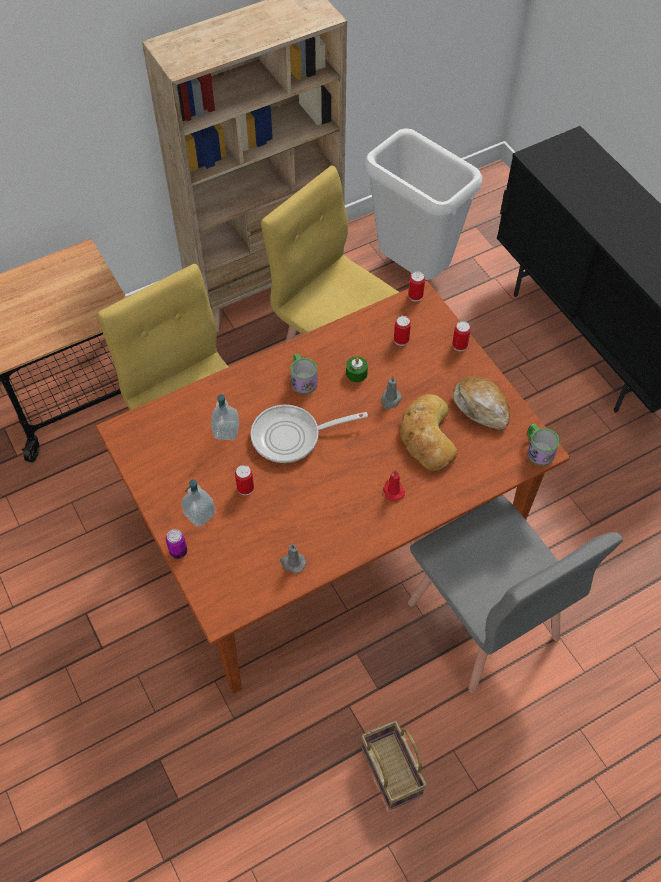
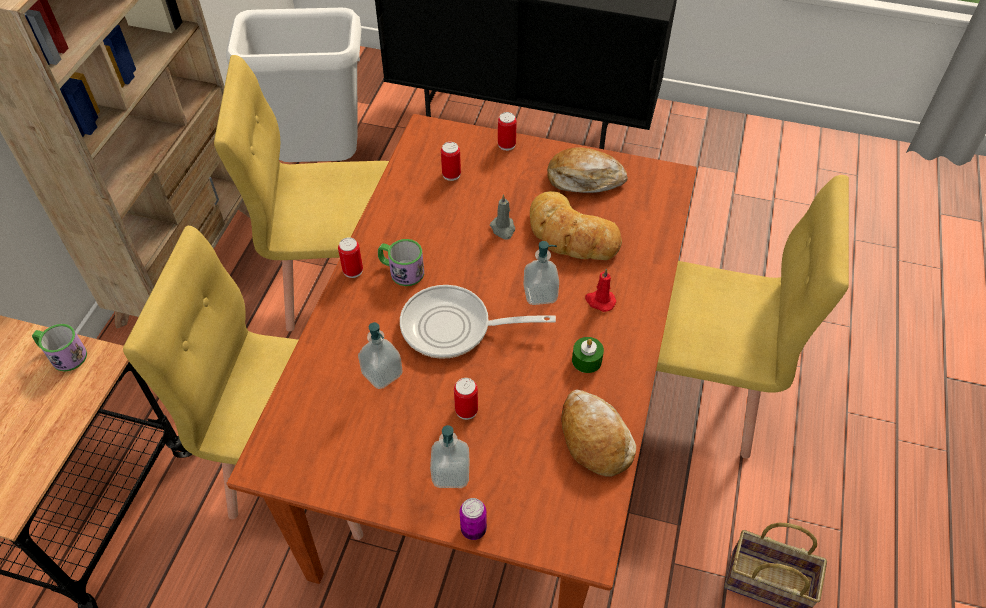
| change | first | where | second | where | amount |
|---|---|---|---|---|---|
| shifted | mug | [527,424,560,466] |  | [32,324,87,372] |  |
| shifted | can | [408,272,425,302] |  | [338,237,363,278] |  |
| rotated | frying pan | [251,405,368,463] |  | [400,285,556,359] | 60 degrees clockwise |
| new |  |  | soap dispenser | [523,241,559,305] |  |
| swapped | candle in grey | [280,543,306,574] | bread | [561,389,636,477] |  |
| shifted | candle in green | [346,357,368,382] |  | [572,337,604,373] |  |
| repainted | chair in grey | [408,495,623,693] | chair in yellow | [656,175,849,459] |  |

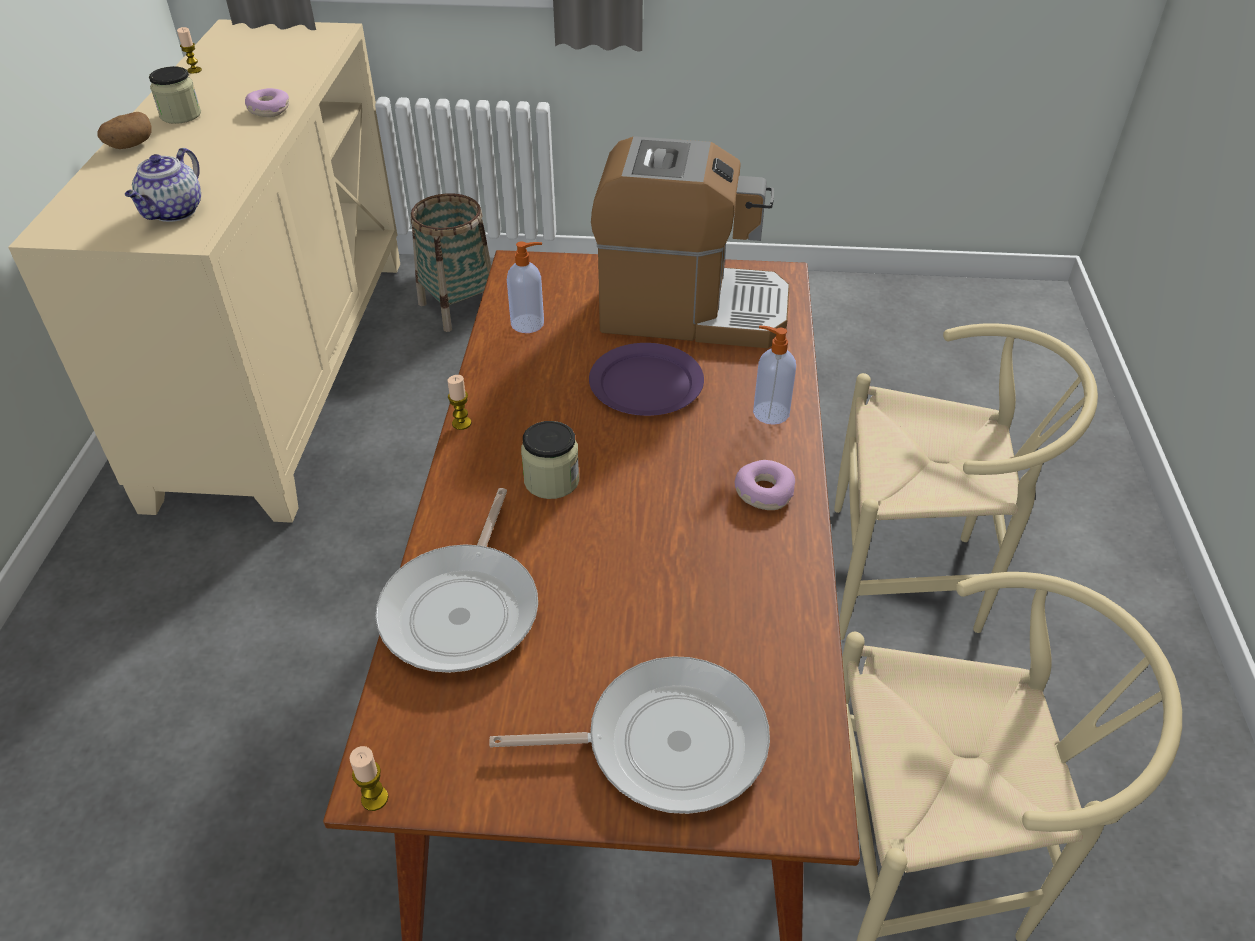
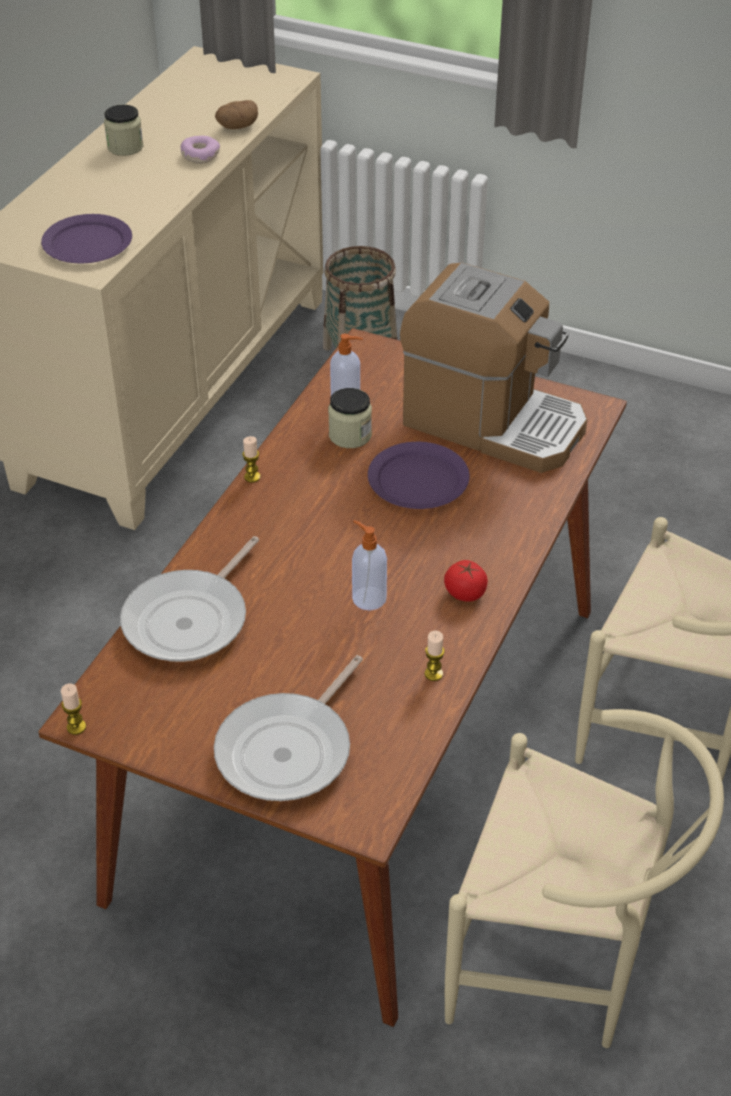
| change | first | where | second | where | amount |
|---|---|---|---|---|---|
| swapped | teapot | [125,148,201,222] | plate in purple | [41,214,132,263] |  |
| rotated | frying pan | [490,656,770,814] |  | [214,655,363,801] | 105 degrees clockwise |
| shifted | potato | [97,112,152,149] |  | [215,100,258,129] |  |
| shifted | jar | [521,421,579,499] |  | [328,388,372,448] |  |
| shifted | soap dispenser | [753,326,796,425] |  | [352,520,387,611] |  |
| shifted | candle | [177,27,202,74] |  | [425,630,445,681] |  |
| swapped | donut | [735,460,795,510] | tomato | [444,560,488,602] |  |

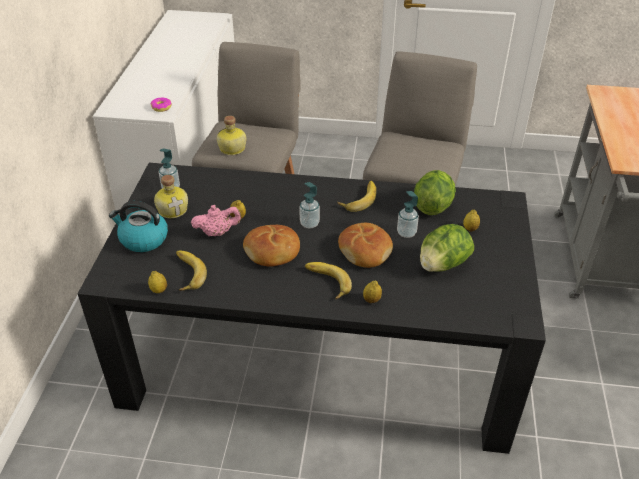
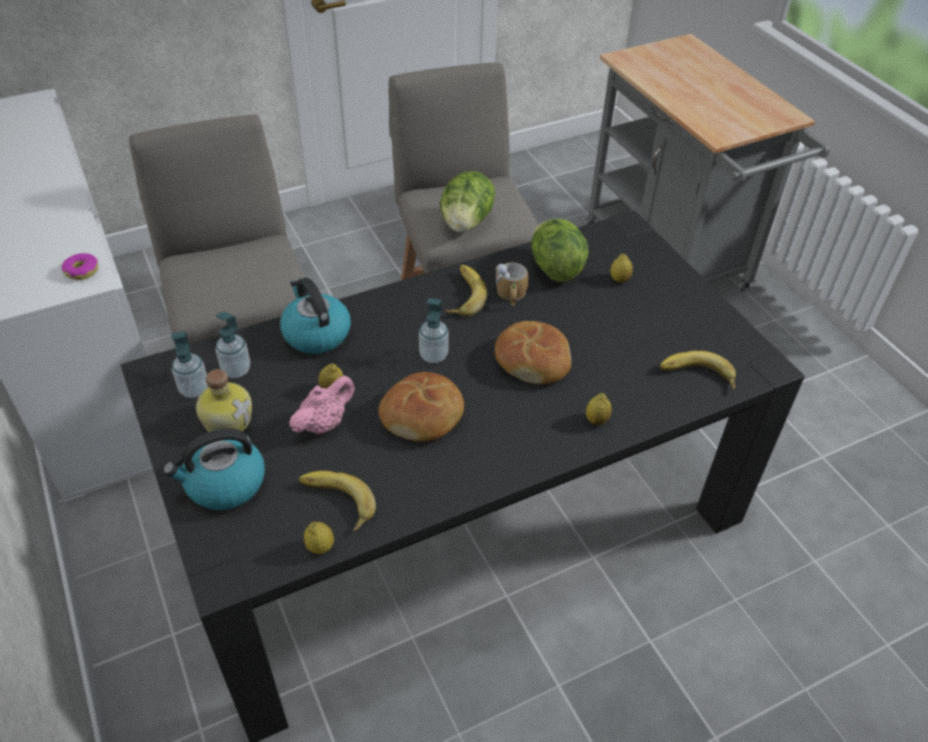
| change | first | where | second | where | amount |
|---|---|---|---|---|---|
| shifted | soap dispenser | [397,191,419,238] |  | [215,311,250,378] |  |
| new |  |  | kettle | [280,278,351,354] |  |
| shifted | lettuce | [420,224,474,271] |  | [440,171,495,233] |  |
| new |  |  | mug | [496,262,528,306] |  |
| shifted | banana | [305,262,352,299] |  | [659,351,736,390] |  |
| gone | bottle | [217,116,246,155] |  |  |  |

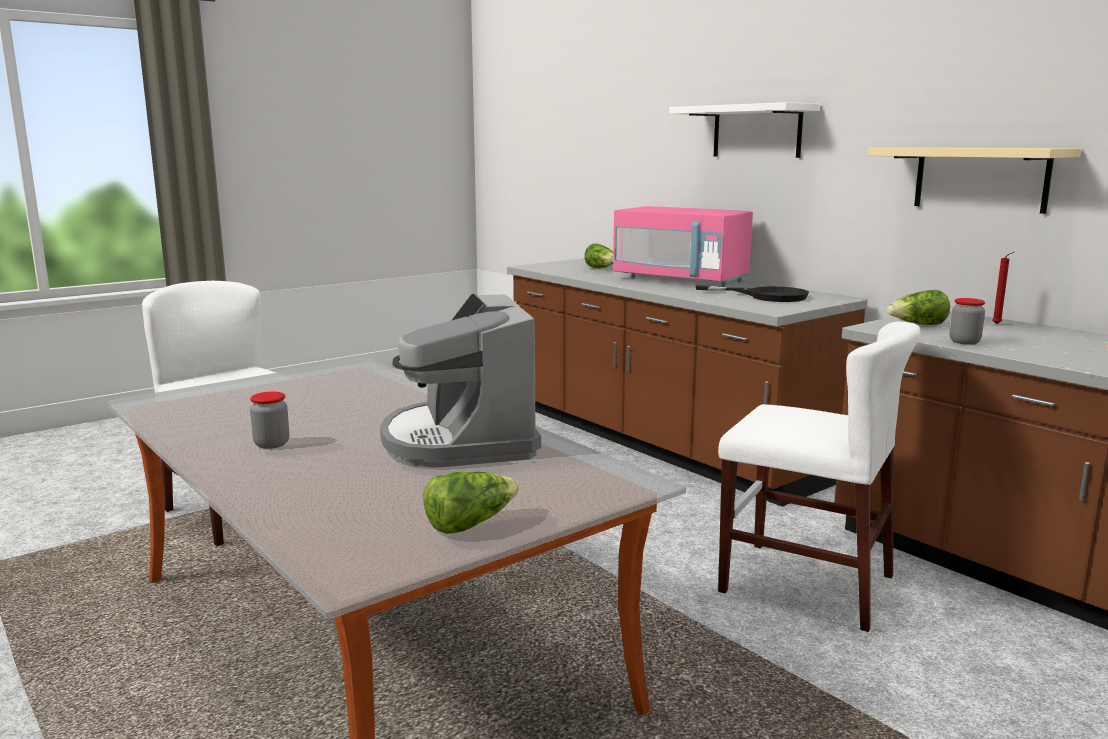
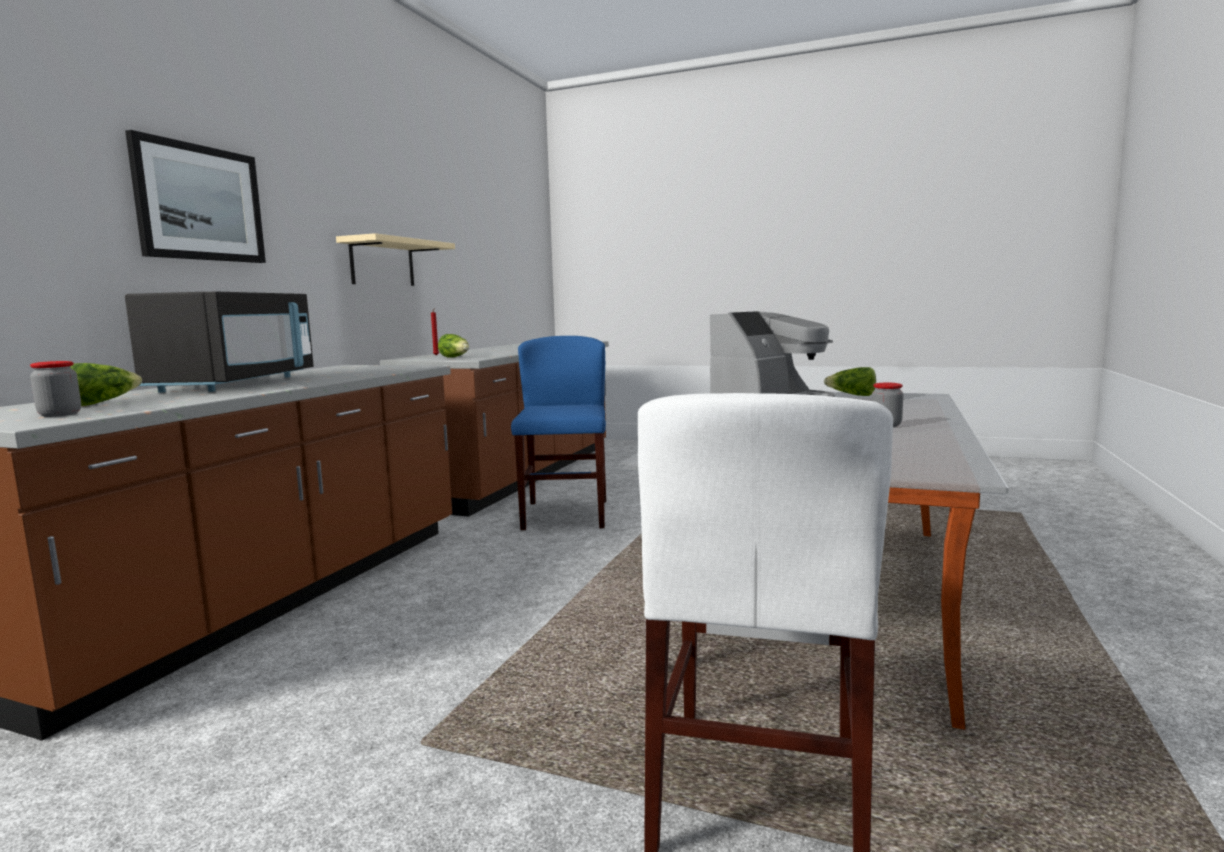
| change | first | where | second | where | amount |
|---|---|---|---|---|---|
| shifted | jar | [950,298,985,345] |  | [30,361,81,417] |  |
| swapped | shelf in white | [669,102,820,158] | picture | [125,130,266,263] |  |
| repainted | microwave in pink | [613,206,753,287] | microwave in black | [125,292,314,393] |  |
| repainted | chair in white | [718,321,921,632] | chair in blue | [511,336,606,530] |  |
| gone | frying pan in black | [695,285,809,302] |  |  |  |

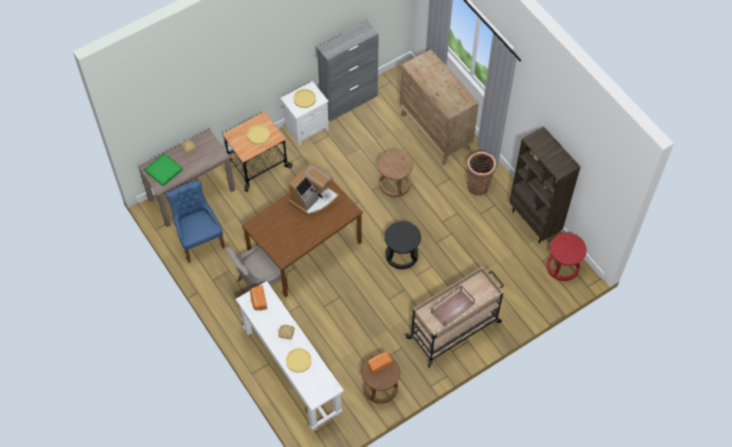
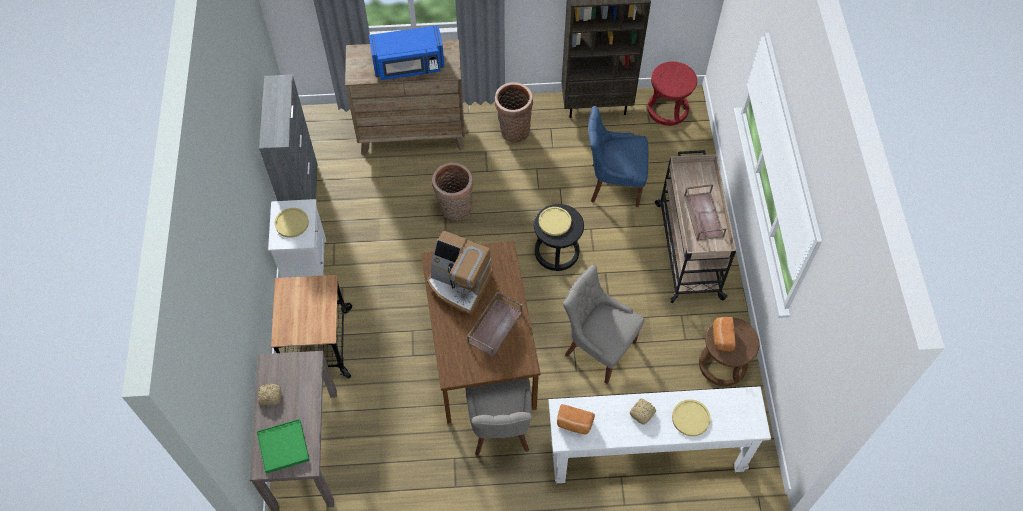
| change | first | where | second | where | amount |
|---|---|---|---|---|---|
| new |  |  | microwave in blue | [369,25,445,80] |  |
| rotated | coffee machine | [289,162,340,216] |  | [427,230,493,315] | 135 degrees clockwise |
| swapped | stool in brown | [378,150,413,197] | basket | [432,162,473,220] |  |
| new |  |  | tray in brown | [467,291,522,357] |  |
| shifted | plate in yellow | [247,125,270,144] |  | [539,207,571,236] |  |
| new |  |  | chair in grey | [563,265,644,384] |  |
| shifted | chair in blue | [166,180,225,263] |  | [588,106,648,207] |  |

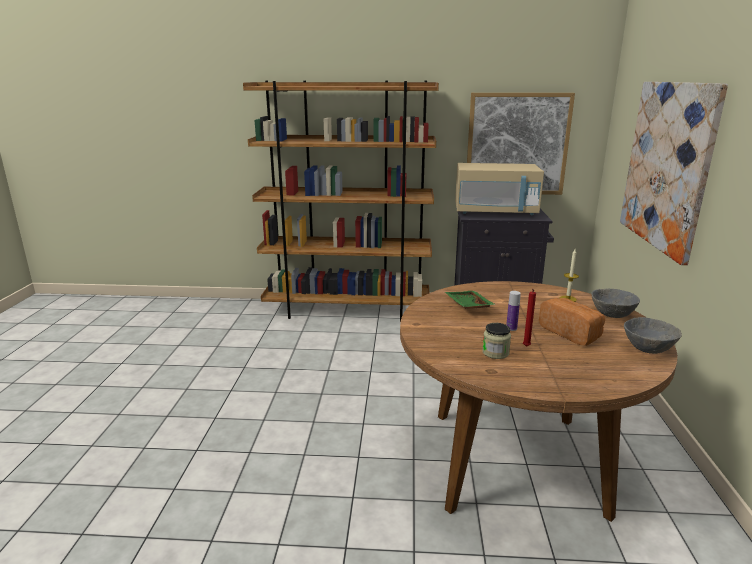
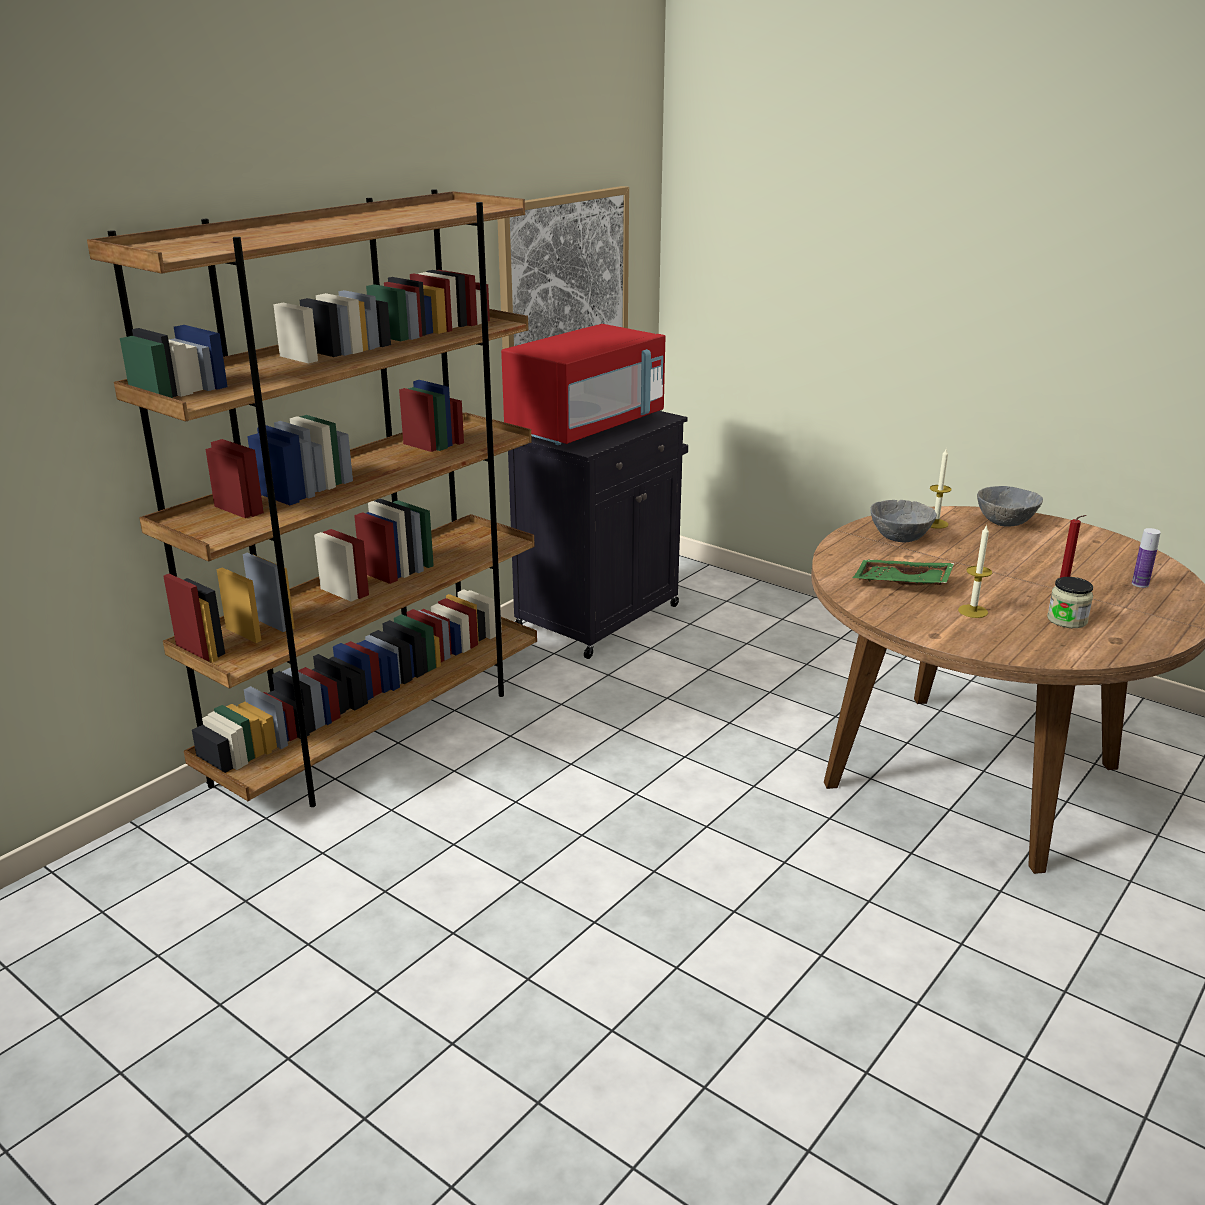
| change | first | where | second | where | amount |
|---|---|---|---|---|---|
| repainted | microwave in beige | [455,163,544,215] | microwave in red | [501,324,666,445] |  |
| shifted | bowl in grey | [624,317,682,354] |  | [870,500,937,543] |  |
| new |  |  | candle | [958,524,992,618] |  |
| shifted | bottle | [506,291,521,331] |  | [1132,528,1161,588] |  |
| gone | bread | [539,298,605,346] |  |  |  |
| gone | picture | [620,82,728,265] |  |  |  |

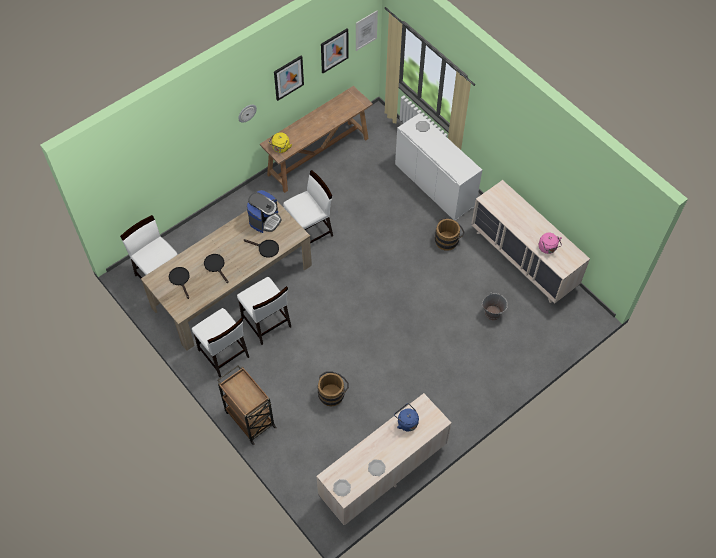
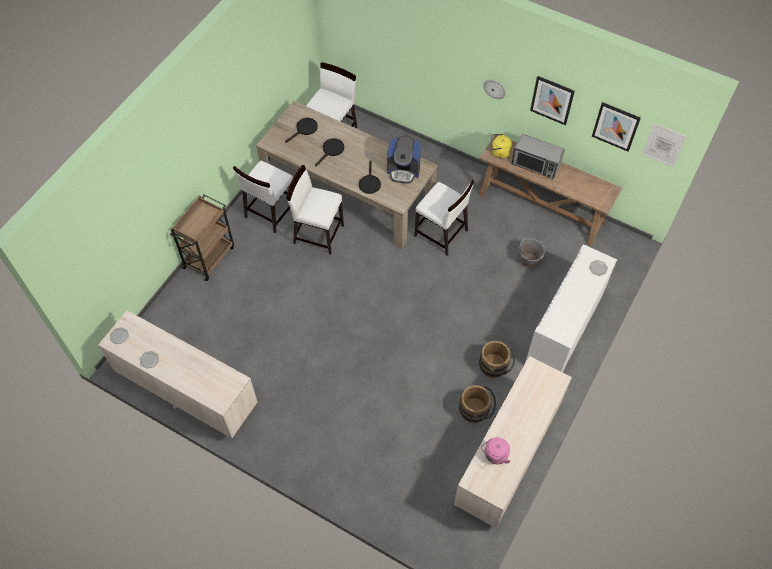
| change | first | where | second | where | amount |
|---|---|---|---|---|---|
| rotated | chair in white | [237,277,291,345] |  | [286,165,344,255] | 75 degrees clockwise |
| shifted | bucket in brown | [317,371,349,406] |  | [459,384,496,423] |  |
| new |  |  | microwave | [512,134,565,179] |  |
| shifted | bucket in grey | [482,292,508,321] |  | [519,238,545,269] |  |
| gone | kettle in blue | [394,403,419,431] |  |  |  |

